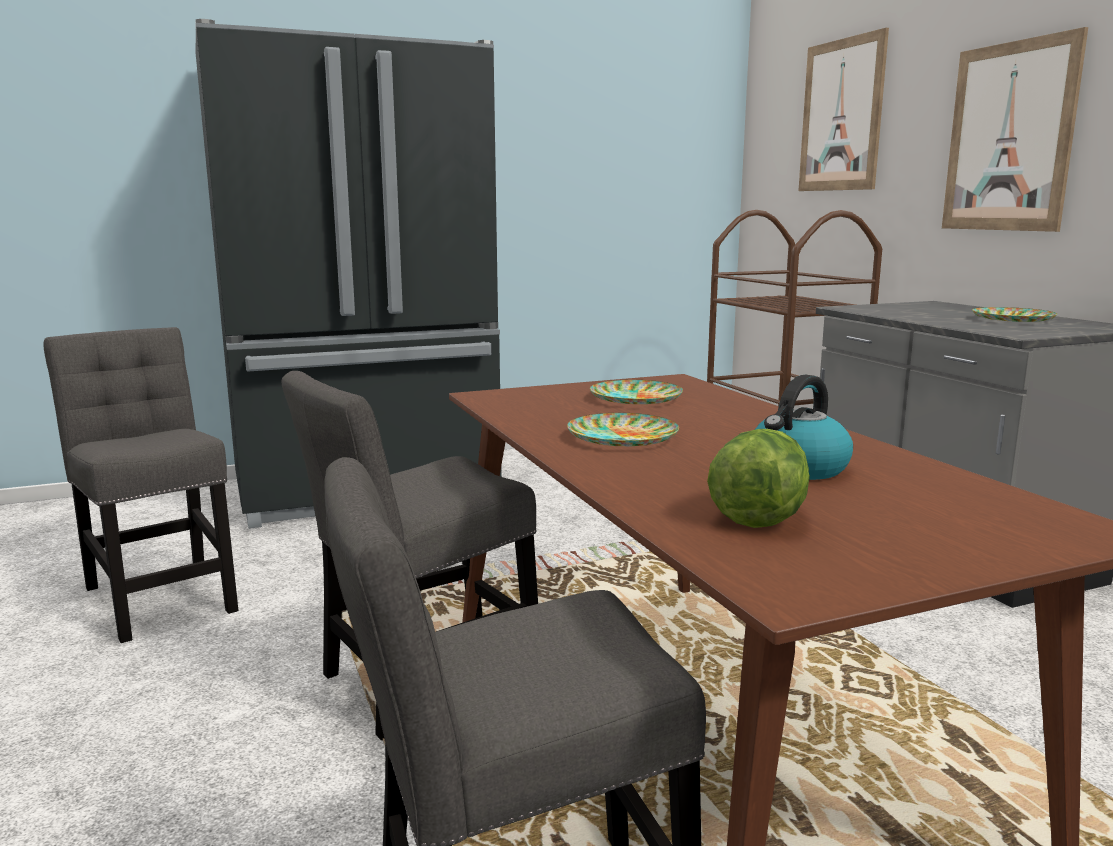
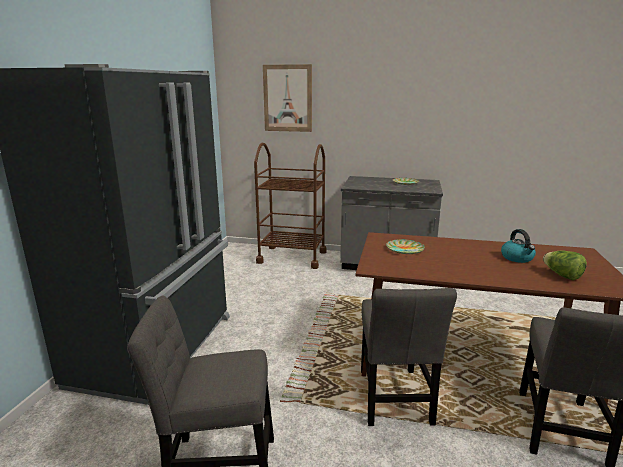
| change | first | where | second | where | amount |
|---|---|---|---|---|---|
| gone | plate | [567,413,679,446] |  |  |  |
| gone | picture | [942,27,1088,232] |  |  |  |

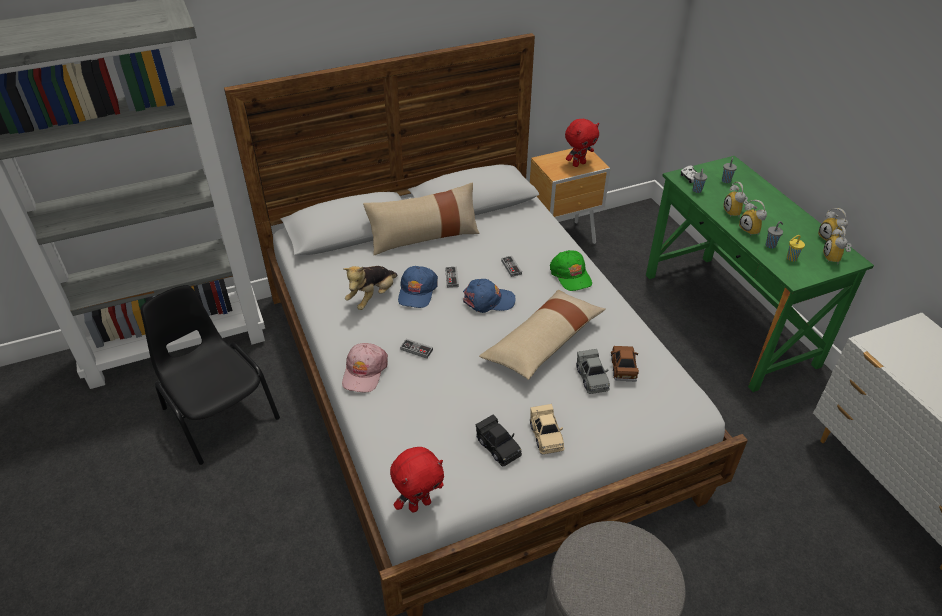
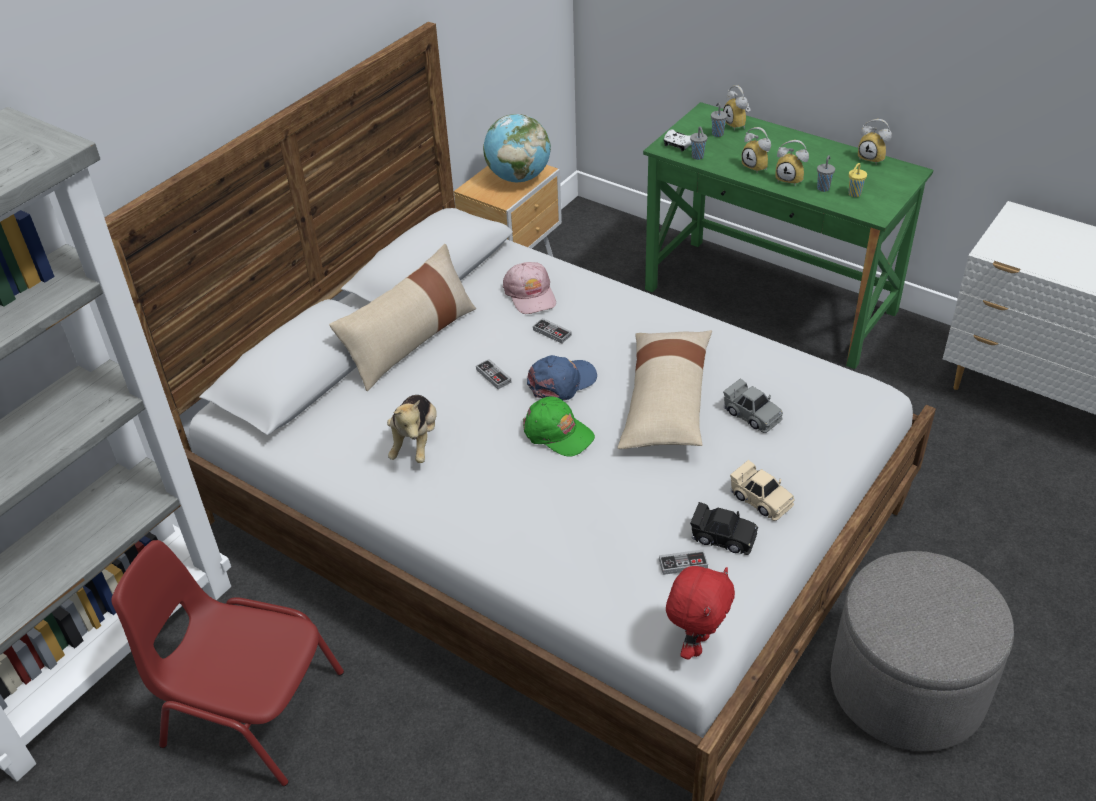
| change | first | where | second | where | amount |
|---|---|---|---|---|---|
| repainted | chair in black | [141,285,280,465] | chair in red | [111,540,344,786] |  |
| swapped | plush toy in red | [565,119,599,167] | globe | [483,114,551,182] |  |
| shifted | cap in pink | [342,343,388,393] |  | [503,262,556,314] |  |
| shifted | cap in green | [550,250,592,291] |  | [523,396,595,457] |  |
| shifted | game controller | [400,339,433,359] |  | [659,549,708,575] |  |
| shifted | alarm clock | [823,226,851,263] |  | [723,85,750,130] |  |
| gone | cap in blue | [398,266,438,308] |  |  |  |
| gone | toy car in brown | [611,346,639,381] |  |  |  |

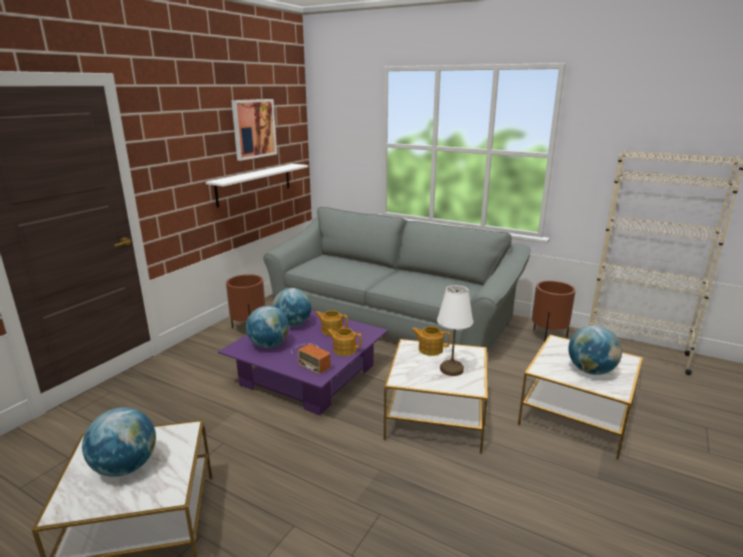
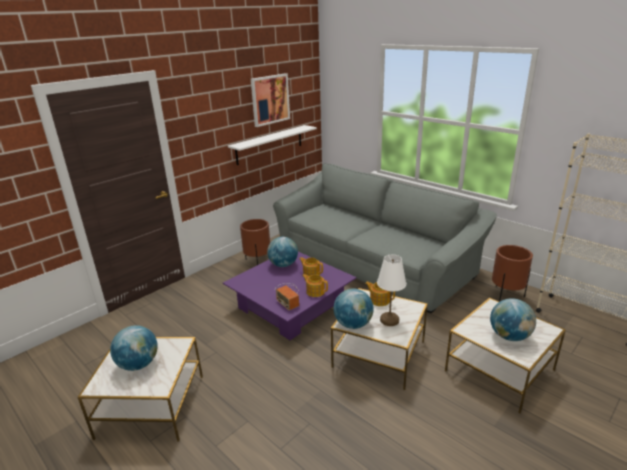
| change | first | where | second | where | amount |
|---|---|---|---|---|---|
| shifted | globe | [246,306,289,348] |  | [334,289,374,329] |  |

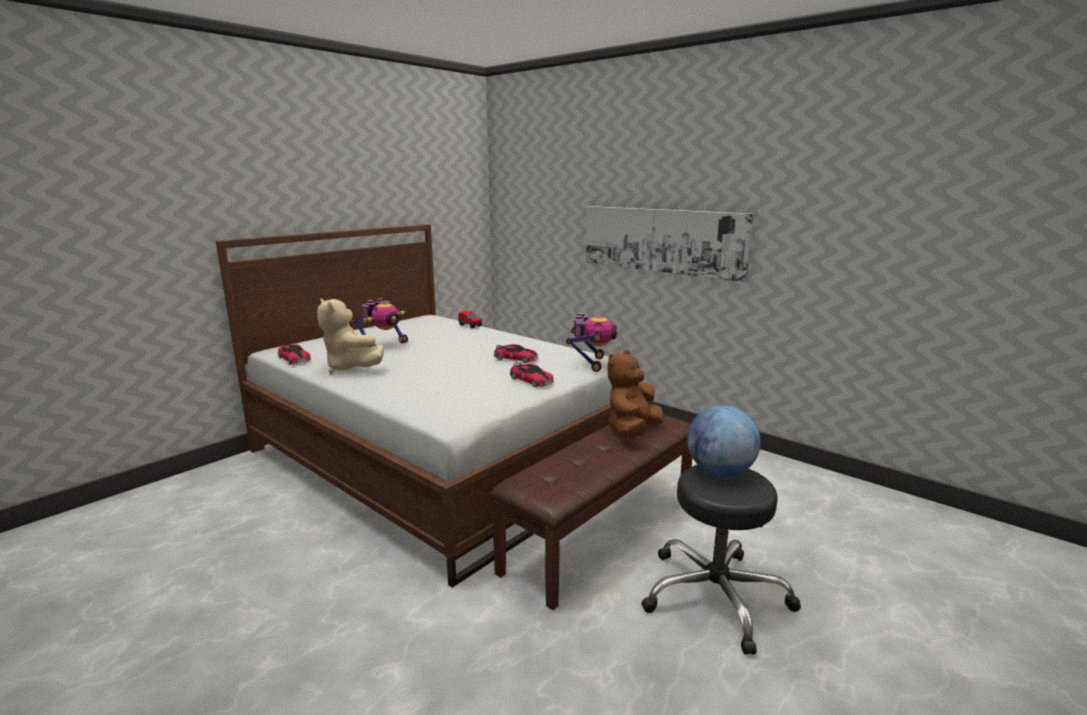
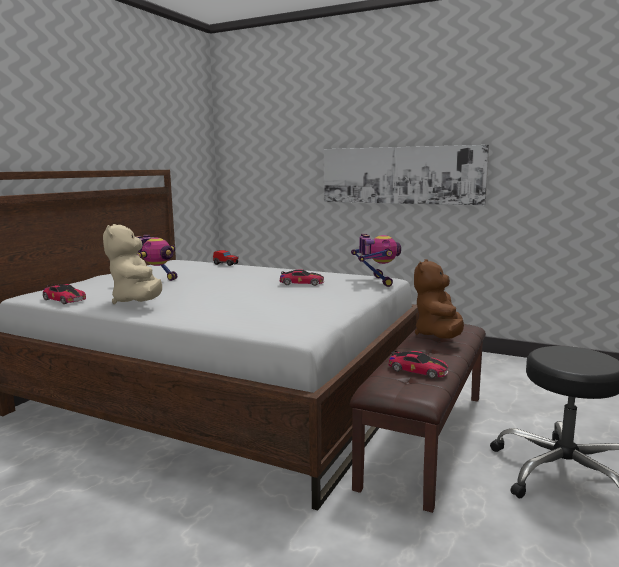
| change | first | where | second | where | amount |
|---|---|---|---|---|---|
| rotated | plush toy in beige | [317,298,384,374] |  | [103,224,162,304] | 45 degrees clockwise |
| shifted | toy car | [510,363,554,387] |  | [388,351,449,379] |  |
| gone | globe | [687,405,761,476] |  |  |  |

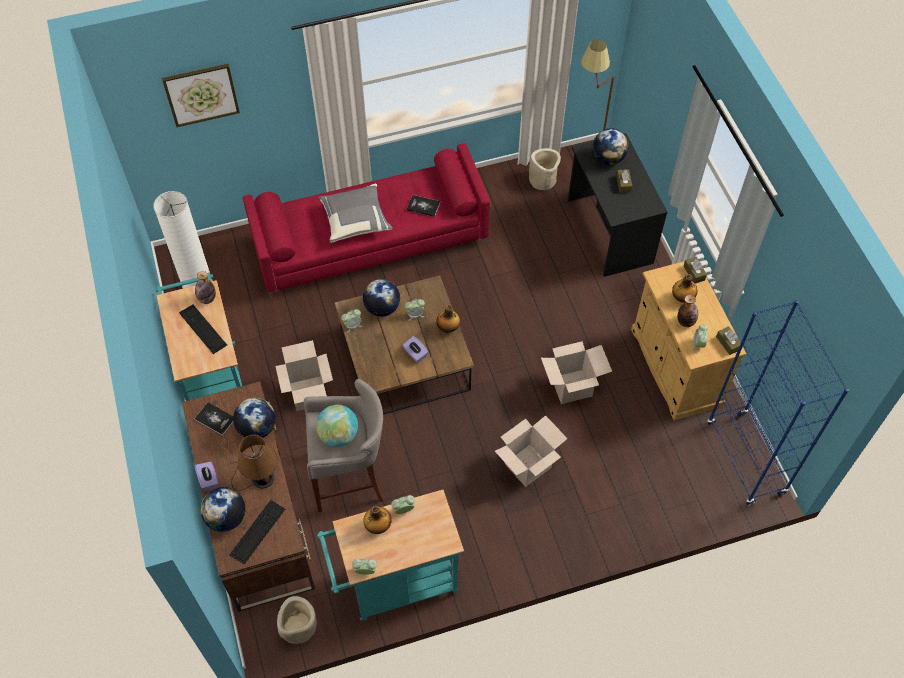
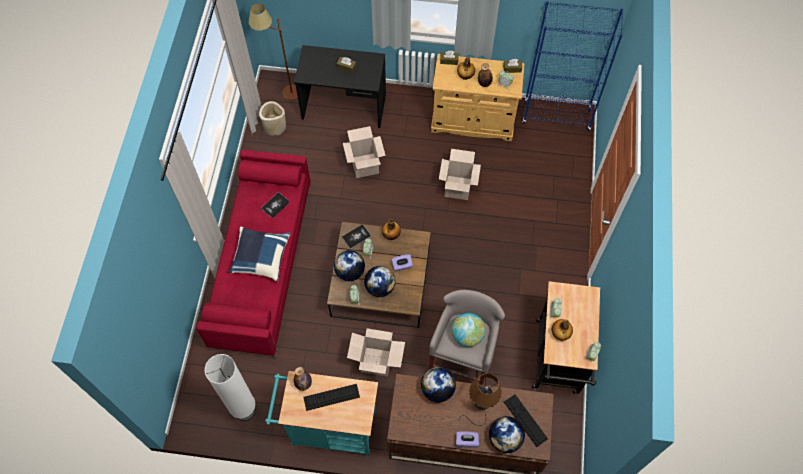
| change | first | where | second | where | amount |
|---|---|---|---|---|---|
| repainted | pillow in grey | [319,184,393,243] | pillow in blue | [228,227,290,282] |  |
| shifted | book | [195,402,233,436] |  | [342,224,371,249] |  |
| shifted | cardboard box | [495,415,568,487] |  | [343,126,386,178] |  |
| shifted | globe | [593,129,629,165] |  | [364,266,396,297] |  |
| repainted | cart in turquoise | [317,490,464,621] | cart in black | [532,281,600,396] |  |
| gone | picture | [162,64,240,127] |  |  |  |
| gone | planter in beige | [277,596,317,644] |  |  |  |

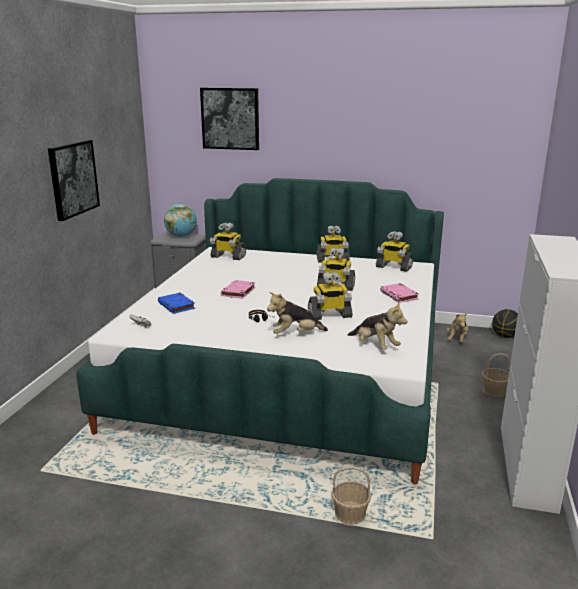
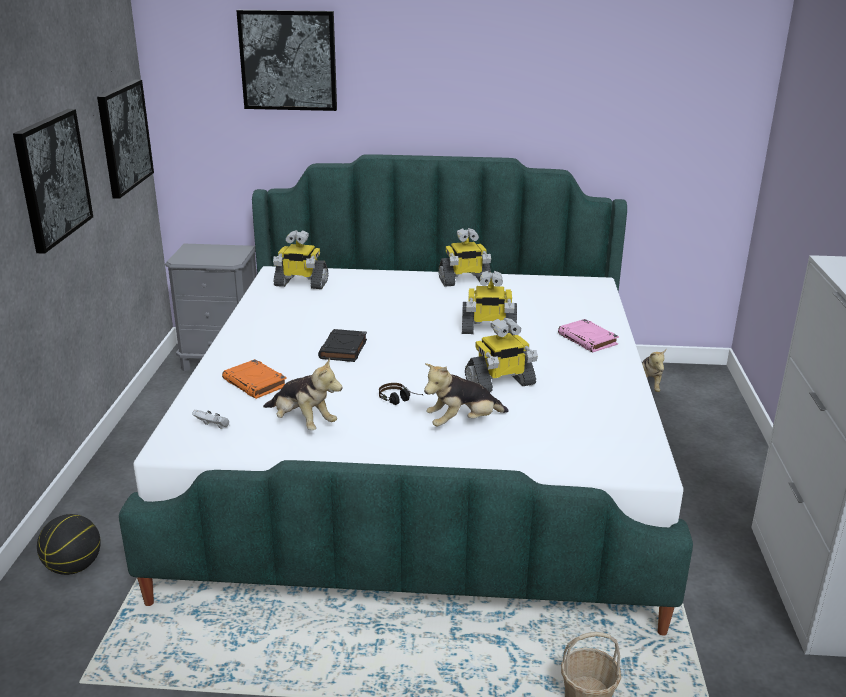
| change | first | where | second | where | amount |
|---|---|---|---|---|---|
| shifted | basketball | [492,309,518,338] |  | [37,514,101,575] |  |
| new |  |  | picture | [97,80,154,199] |  |
| repainted | book in blue | [158,293,195,314] | book in orange | [222,359,287,399] |  |
| shifted | plush toy | [348,302,407,350] |  | [263,358,343,430] |  |
| repainted | book in pink | [221,280,255,299] | book in black | [318,329,367,362] |  |
| gone | globe | [164,204,197,237] |  |  |  |
| gone | toy robot | [376,231,413,272] |  |  |  |
| gone | basket | [482,353,511,397] |  |  |  |

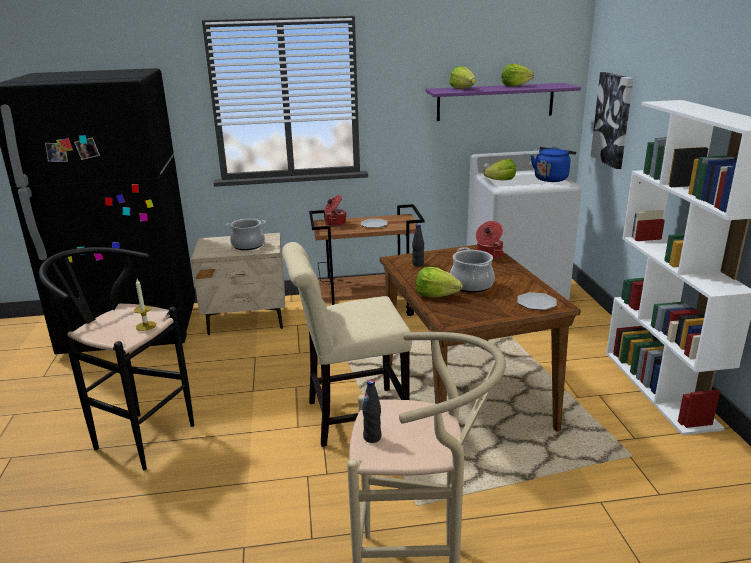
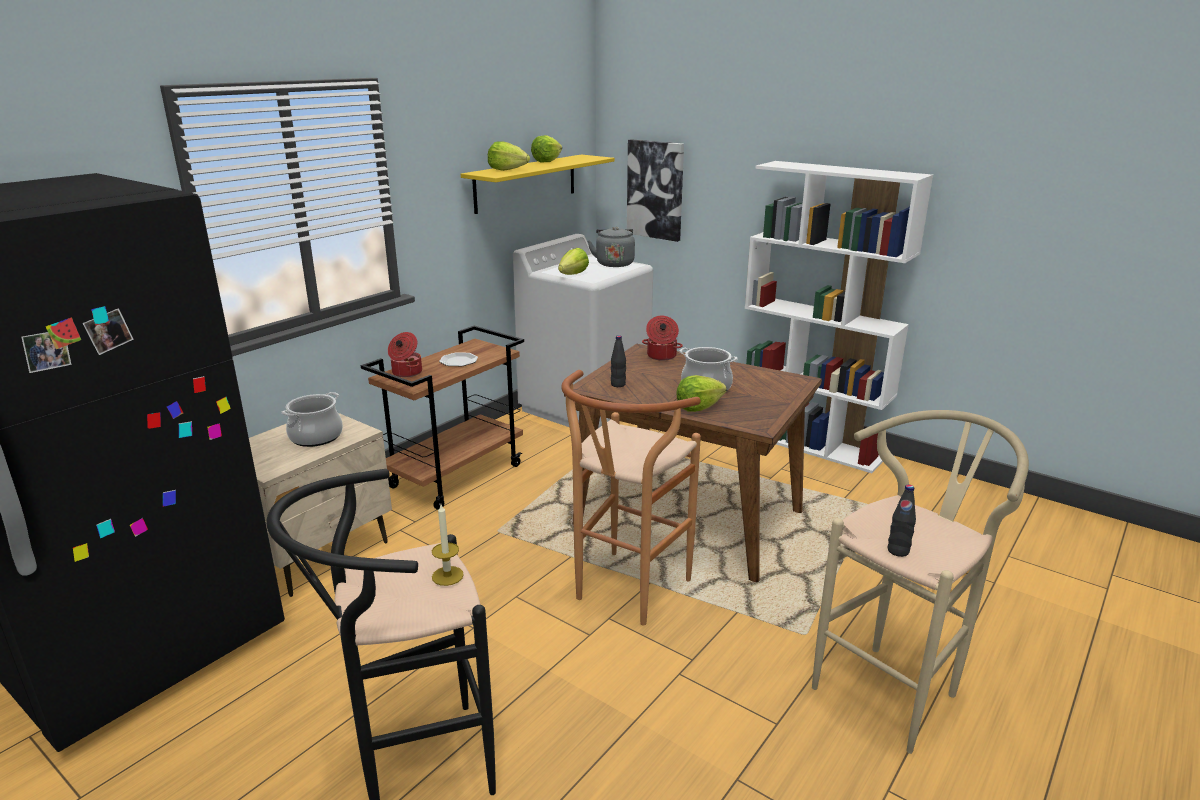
| change | first | where | second | where | amount |
|---|---|---|---|---|---|
| repainted | shelf in purple | [426,83,581,121] | shelf in yellow | [461,155,615,214] |  |
| swapped | chair in beige | [282,242,412,447] | stool in brown | [561,370,701,626] |  |
| repainted | kettle in blue | [531,147,576,182] | kettle in grey | [588,227,635,267] |  |
| gone | plate | [517,292,557,310] |  |  |  |

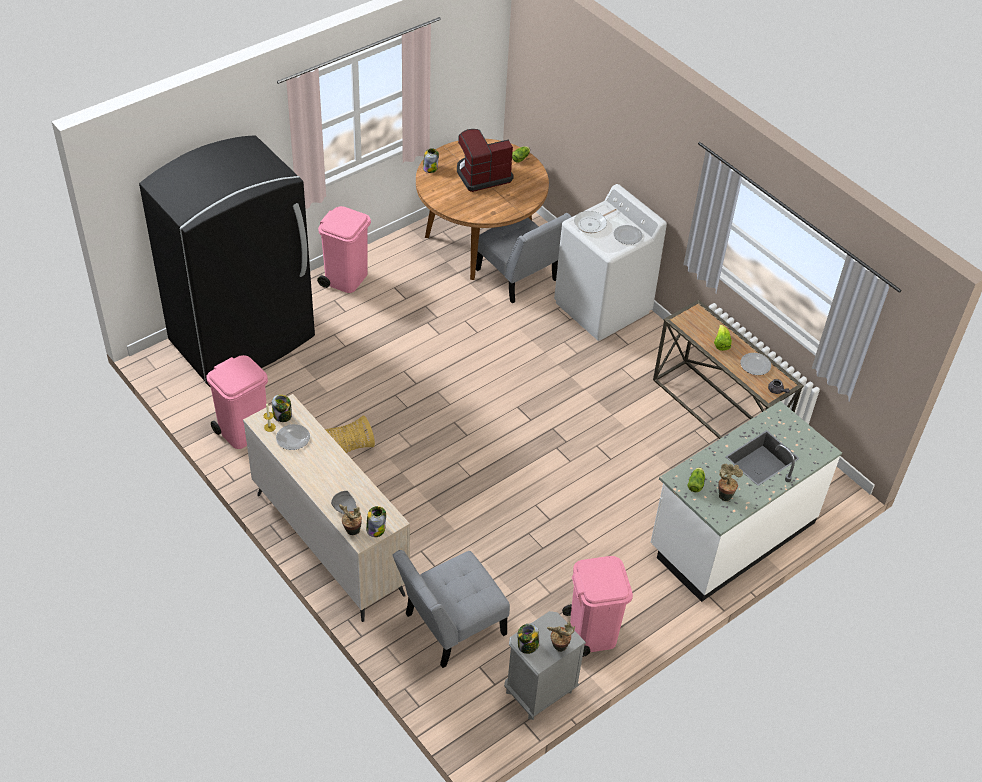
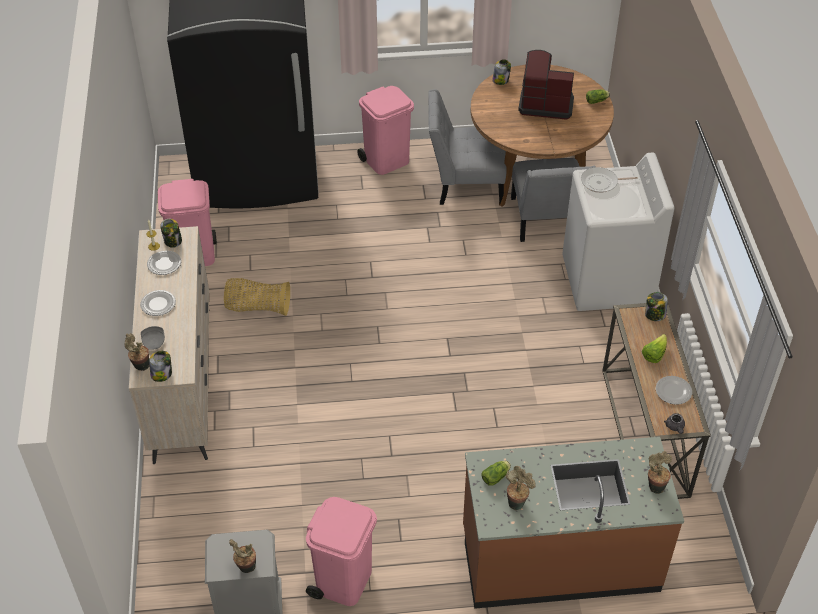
| change | first | where | second | where | amount |
|---|---|---|---|---|---|
| shifted | plate | [613,225,643,245] |  | [140,290,176,316] |  |
| shifted | chair in grey | [392,550,510,668] |  | [428,89,507,205] |  |
| repainted | counter in white | [651,401,842,602] | counter in brown | [463,437,684,609] |  |
| shifted | jar | [518,624,539,654] |  | [645,292,668,321] |  |
| new |  |  | potted plant | [648,451,672,494] |  |

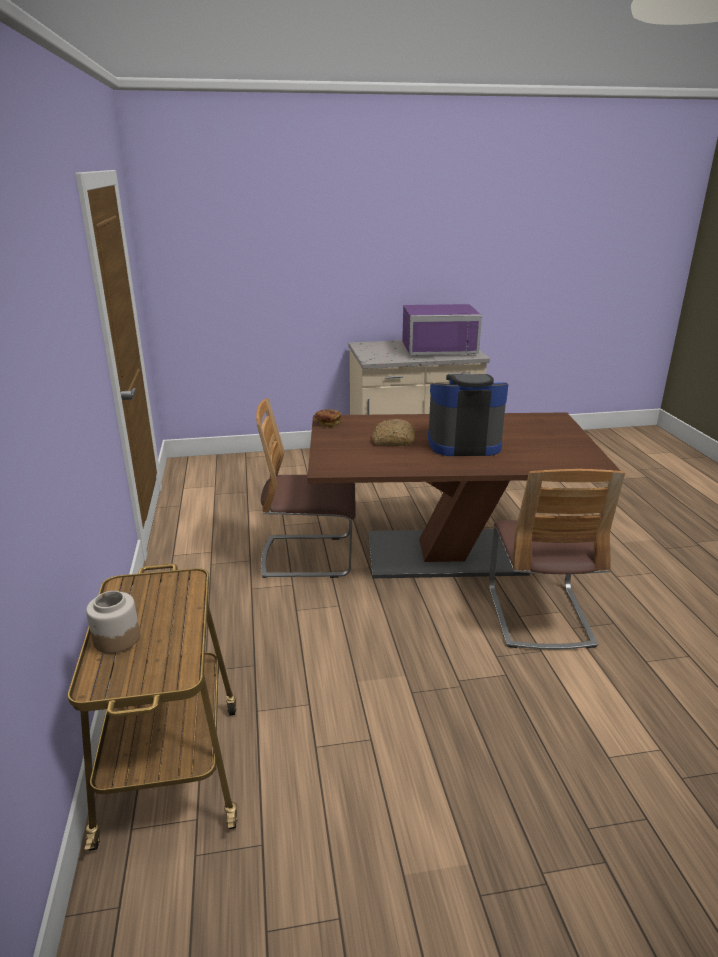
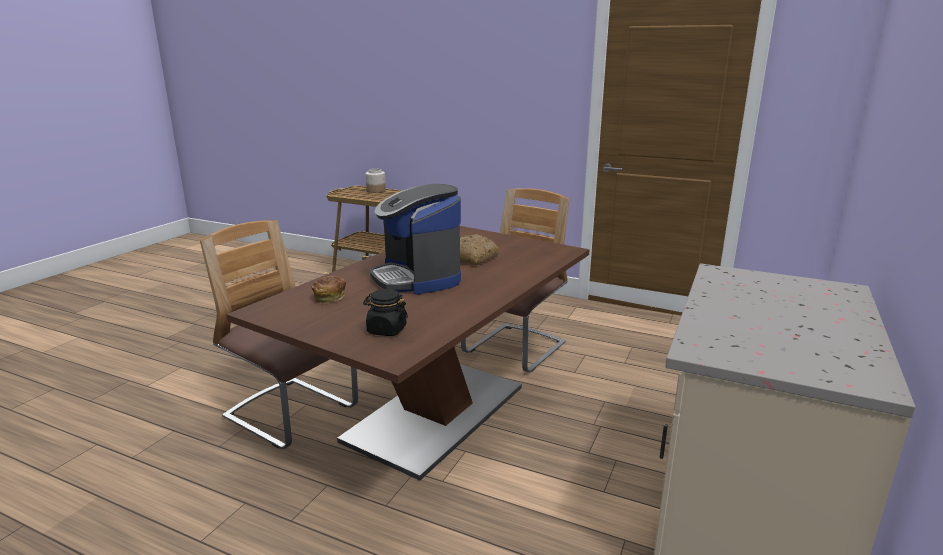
| change | first | where | second | where | amount |
|---|---|---|---|---|---|
| shifted | bread | [314,409,342,428] |  | [312,276,346,303] |  |
| new |  |  | jar in black | [363,289,408,336] |  |
| rotated | coffee machine | [428,373,508,456] |  | [370,184,461,295] | 120 degrees clockwise |
| gone | microwave in purple | [402,304,482,355] |  |  |  |

